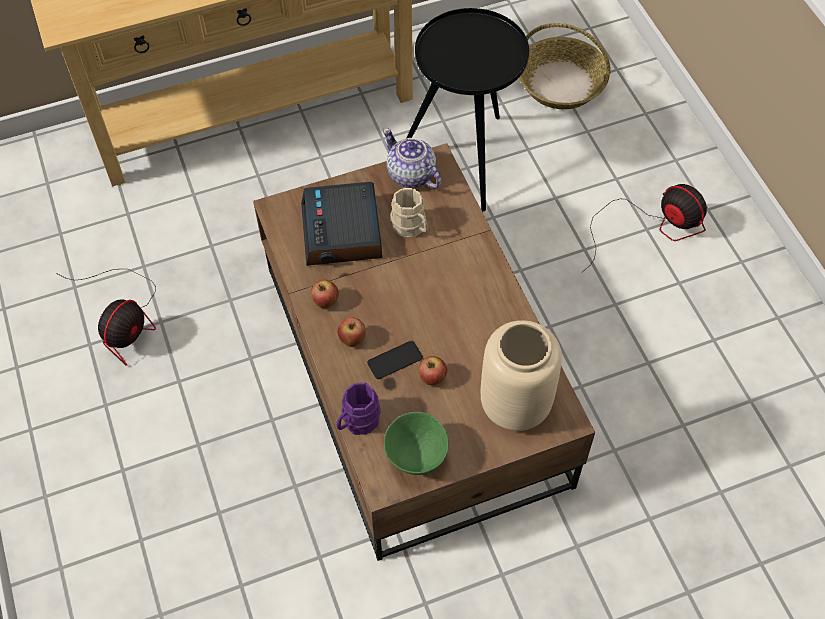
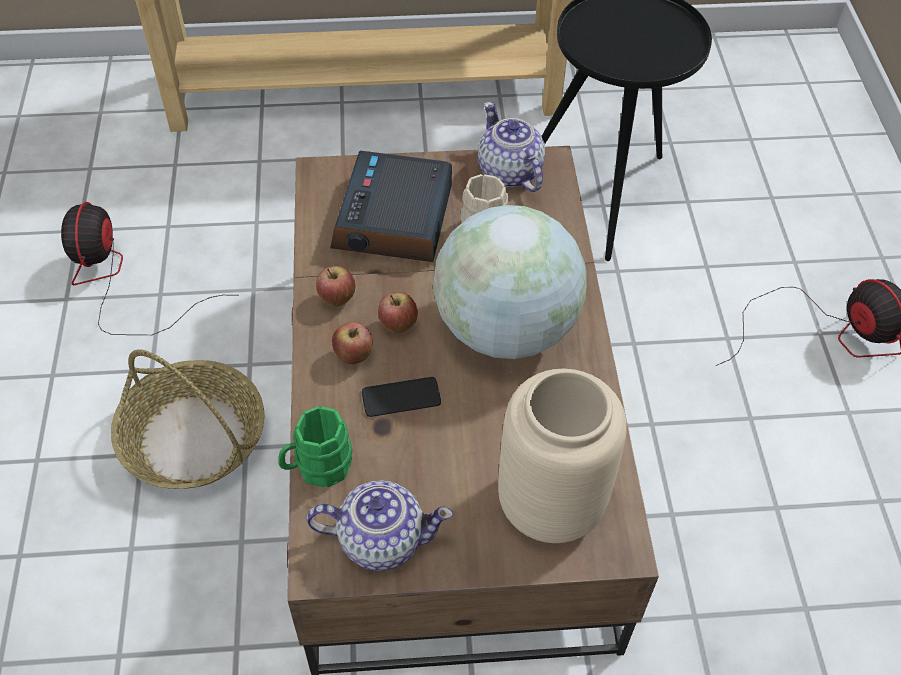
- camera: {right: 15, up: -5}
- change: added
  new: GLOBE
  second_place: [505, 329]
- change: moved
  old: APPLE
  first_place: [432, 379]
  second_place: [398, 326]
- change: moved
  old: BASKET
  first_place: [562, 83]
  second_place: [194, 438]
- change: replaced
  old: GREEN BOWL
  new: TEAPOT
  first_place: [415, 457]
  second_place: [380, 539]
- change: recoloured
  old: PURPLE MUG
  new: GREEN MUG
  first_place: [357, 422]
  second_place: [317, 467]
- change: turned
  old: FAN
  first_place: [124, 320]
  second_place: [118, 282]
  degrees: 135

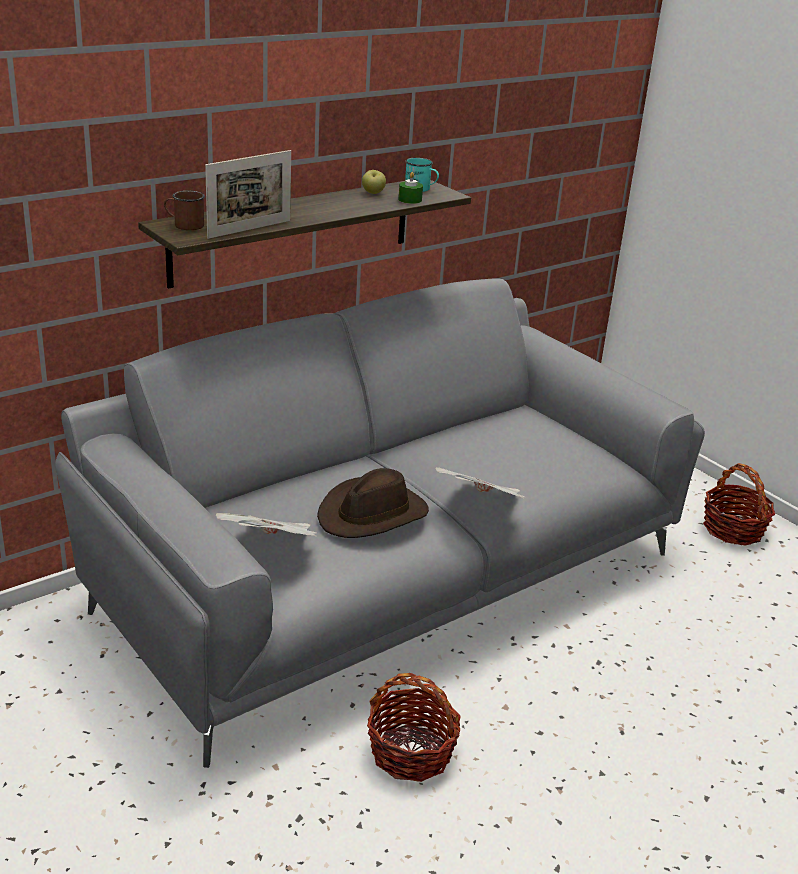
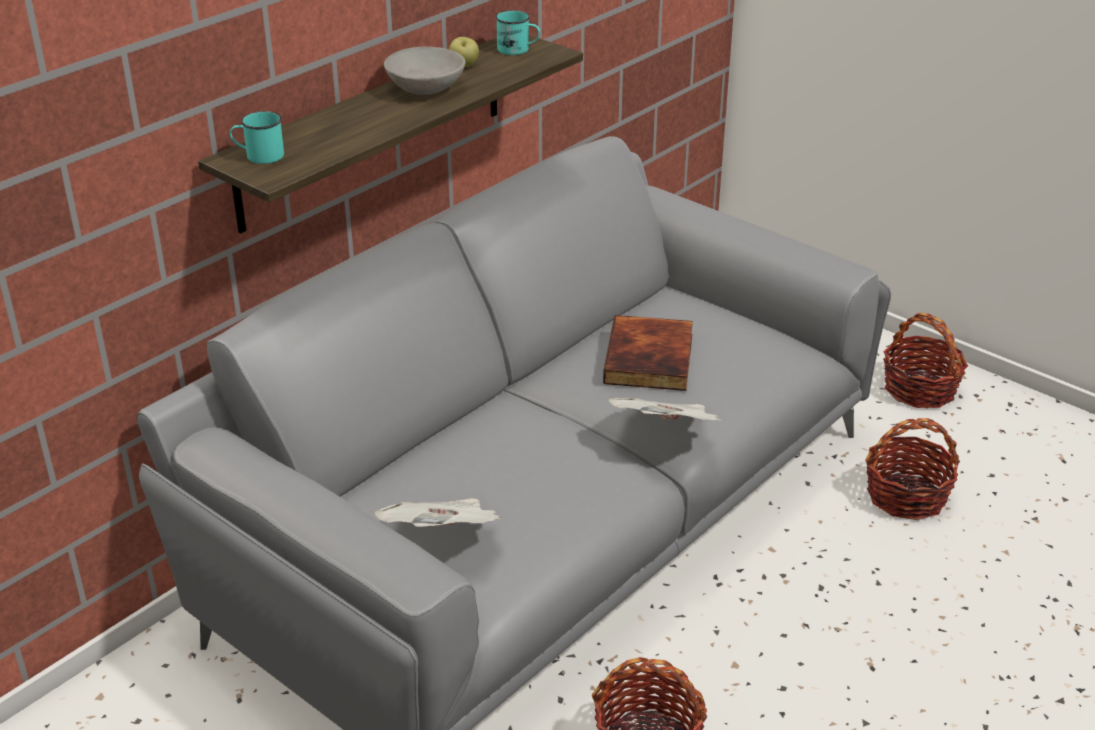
- camera: {right: -10, up: 5}
- change: removed
  old: PICTURE FRAME
  first_place: [249, 229]
- change: removed
  old: BROWN HAT
  first_place: [373, 514]
- change: removed
  old: GREEN CANDLE
  first_place: [410, 200]
- change: added
  new: GREY BOWL
  second_place: [425, 89]
- change: added
  new: BOOK
  second_place: [651, 359]
- change: added
  new: BASKET
  second_place: [906, 496]
- change: recoloured
  old: BROWN MUG
  new: TURQUOISE MUG
  first_place: [184, 225]
  second_place: [259, 156]

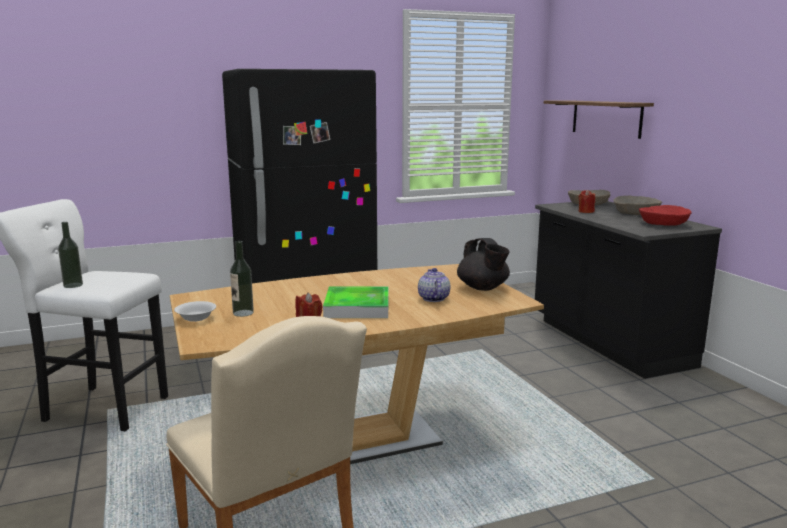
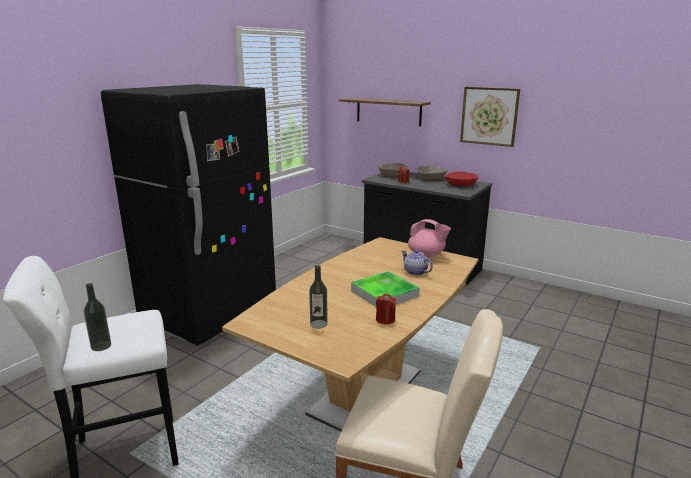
- camera: {right: -35, up: 5}
- change: removed
  old: WHITE BOWL
  first_place: [196, 318]
- change: added
  new: PICTURE
  second_place: [489, 116]
- change: recoloured
  old: BLACK TEAPOT
  new: PINK TEAPOT
  first_place: [483, 288]
  second_place: [427, 255]

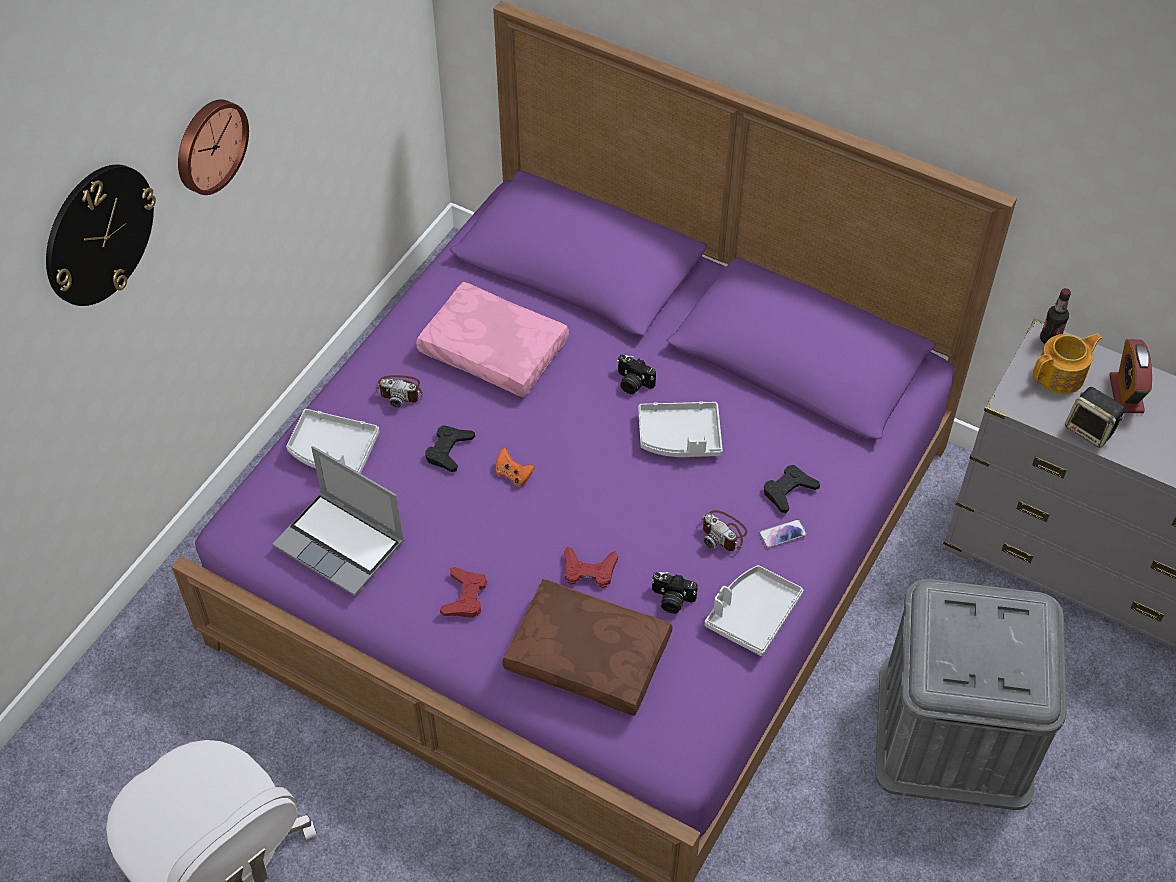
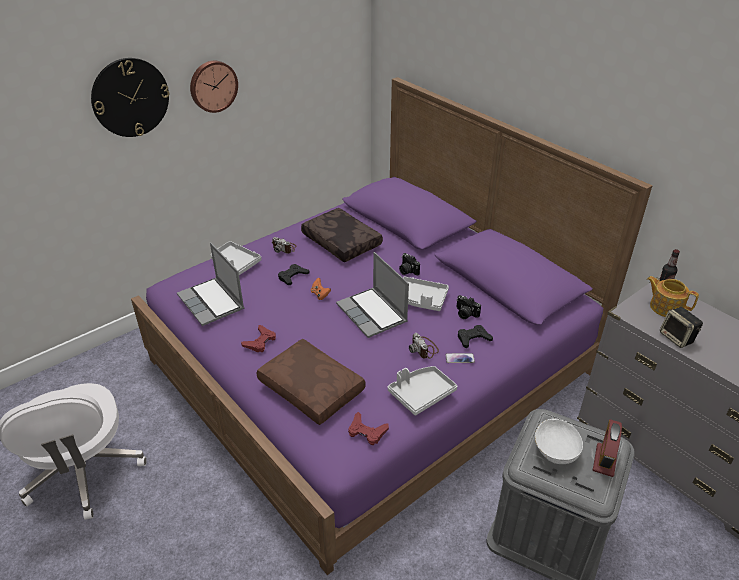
- camera: {right: 20, up: -15}
- change: added
  new: LAPTOP
  second_place: [373, 314]
- change: added
  new: WHITE BOWL
  second_place: [555, 451]
- change: moved
  old: RED GAME CONTROLLER
  first_place: [589, 570]
  second_place: [366, 432]
- change: moved
  old: PHOTO CAMERA
  first_place: [671, 600]
  second_place: [465, 314]
- change: moved
  old: ALARM CLOCK
  first_place: [1126, 394]
  second_place: [604, 460]
- change: recoloured
  old: PINK PILLOW
  new: BROWN PILLOW
  first_place: [491, 351]
  second_place: [340, 242]
- change: turned
  old: TEAPOT
  first_place: [1061, 375]
  second_place: [665, 307]
  degrees: -135

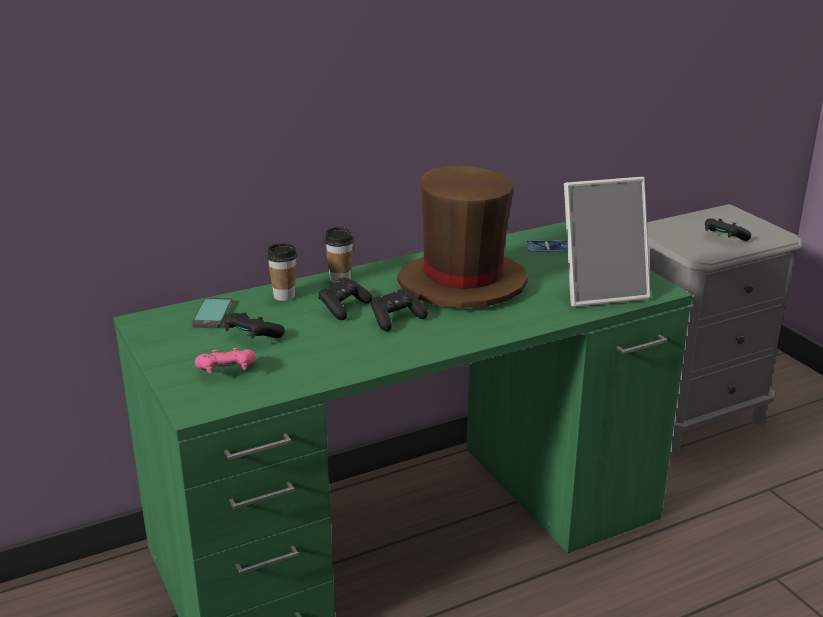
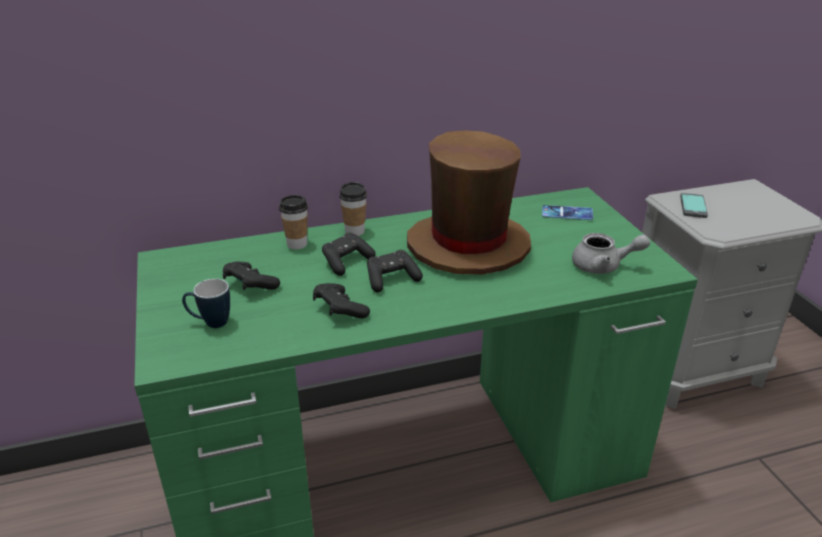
- camera: {right: 10, up: 5}
- change: moved
  old: PHONE
  first_place: [213, 314]
  second_place: [693, 206]
- change: moved
  old: BLACK GAME CONTROLLER
  first_place: [724, 238]
  second_place: [339, 310]
- change: replaced
  old: PINK GAME CONTROLLER
  new: MUG
  first_place: [227, 372]
  second_place: [210, 323]
- change: replaced
  old: PICTURE FRAME
  new: GREY TEAPOT
  first_place: [601, 291]
  second_place: [603, 266]

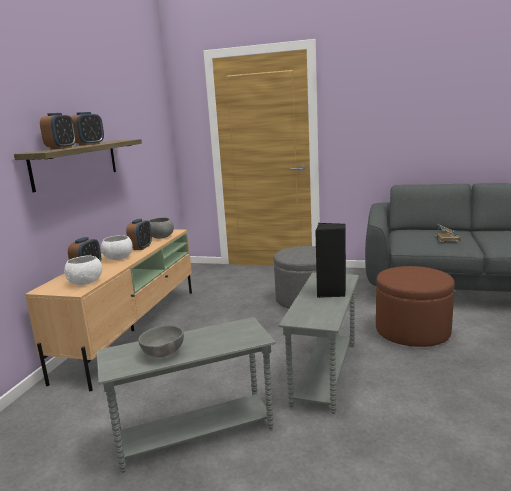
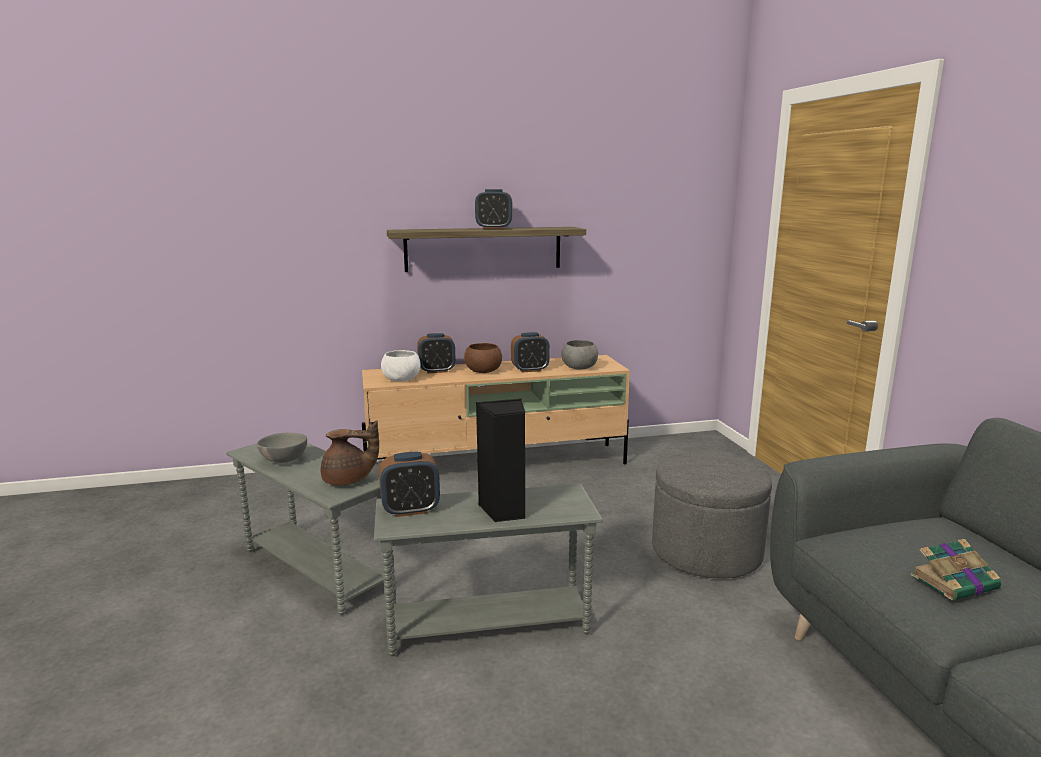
- camera: {right: 60, up: 0}
- change: removed
  old: BROWN OTTOMAN
  first_place: [412, 331]
- change: added
  new: BROWN TEAPOT
  second_place: [348, 480]
- change: moved
  old: ALARM CLOCK
  first_place: [61, 148]
  second_place: [410, 510]
- change: recoloured
  old: WHITE BOWL
  new: BROWN BOWL
  first_place: [118, 258]
  second_place: [483, 371]

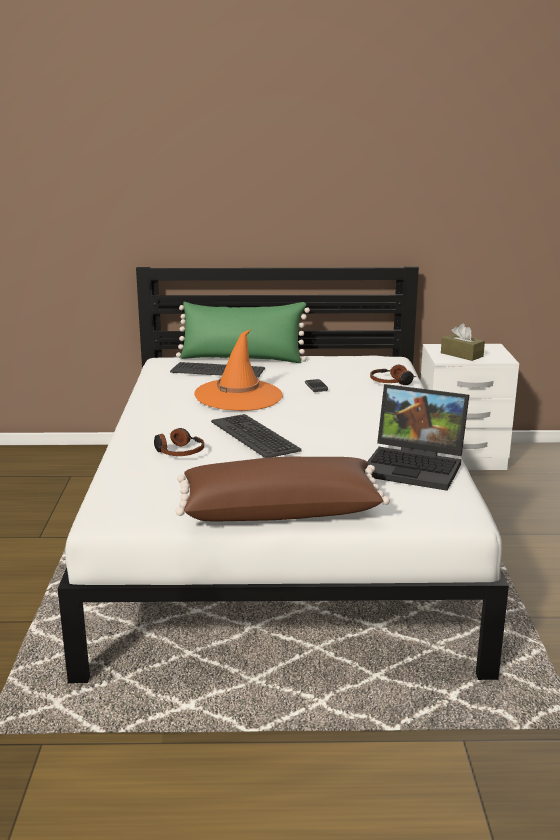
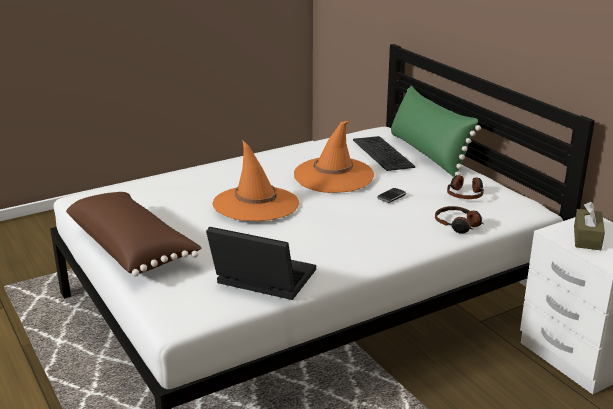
- camera: {right: 60, up: 5}
- change: moved
  old: HEADPHONES
  first_place: [178, 452]
  second_place: [465, 194]
- change: replaced
  old: KEYBOARD
  new: ORANGE HAT
  first_place: [255, 436]
  second_place: [256, 204]
- change: turned
  old: LAPTOP
  first_place: [416, 466]
  second_place: [260, 280]
  degrees: 120

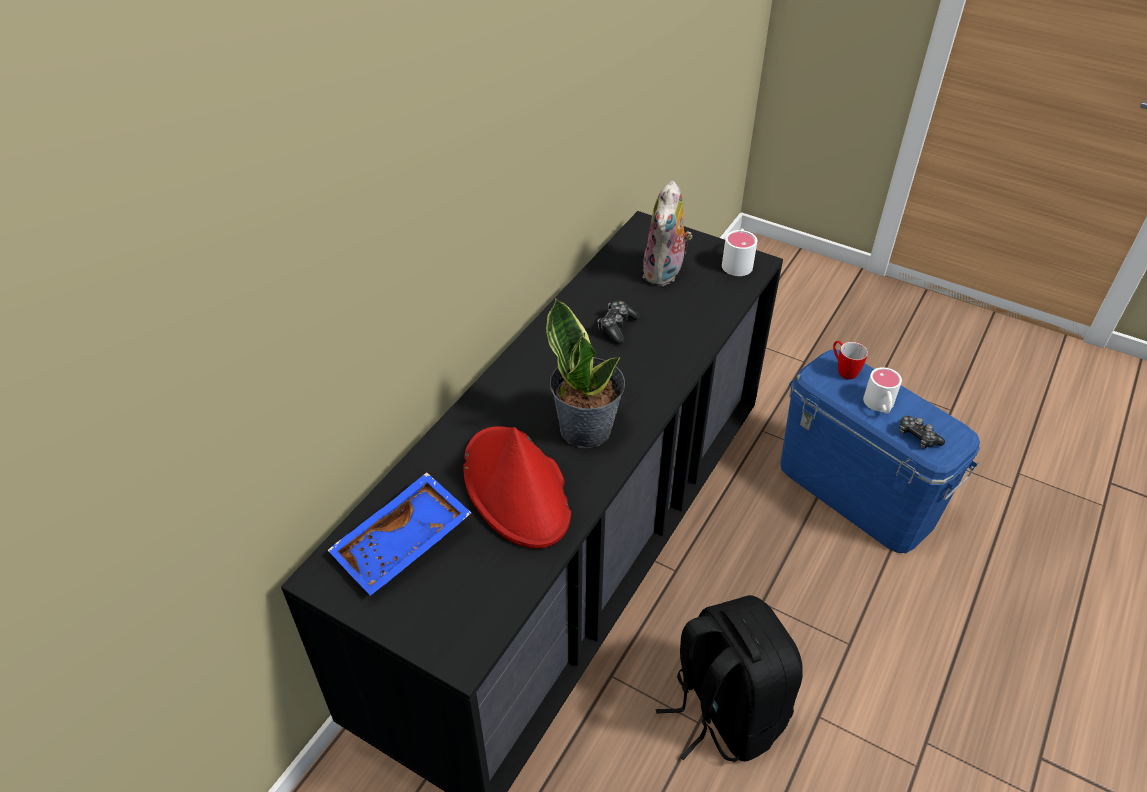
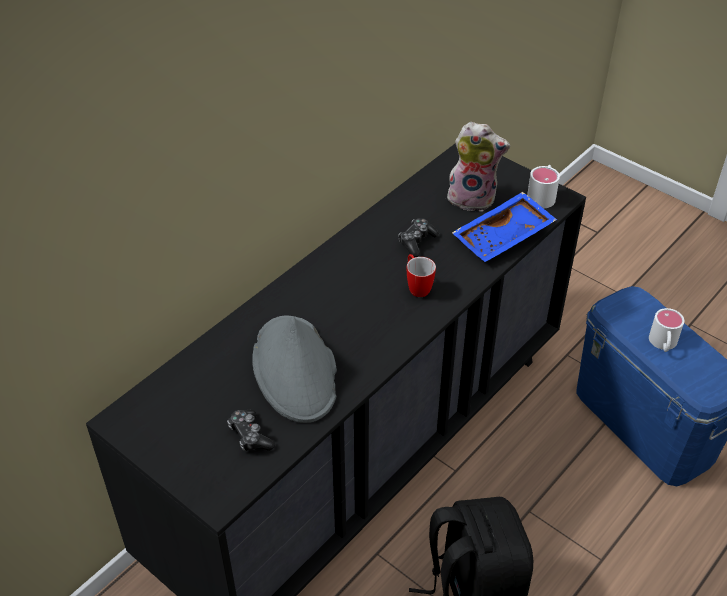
- camera: {right: 10, up: 0}
- change: removed
  old: POTTED PLANT
  first_place: [586, 428]
- change: moved
  old: BLUE TRAY
  first_place: [404, 544]
  second_place: [504, 237]
- change: moved
  old: MUG
  first_place: [843, 370]
  second_place: [417, 287]
- change: moved
  old: GAME CONTROLLER
  first_place: [917, 437]
  second_place: [250, 436]
- change: recoloured
  old: RED HAT
  new: GREY HAT
  first_place: [517, 488]
  second_place: [295, 370]
- change: turned
  old: PLUSH TOY
  first_place: [665, 273]
  second_place: [473, 198]
  degrees: -105

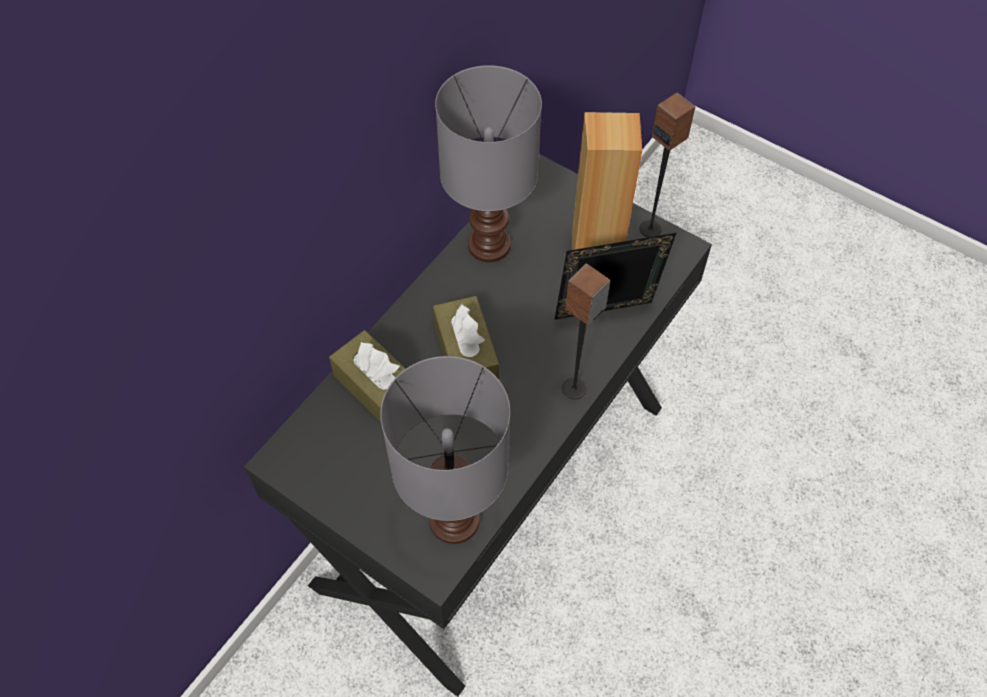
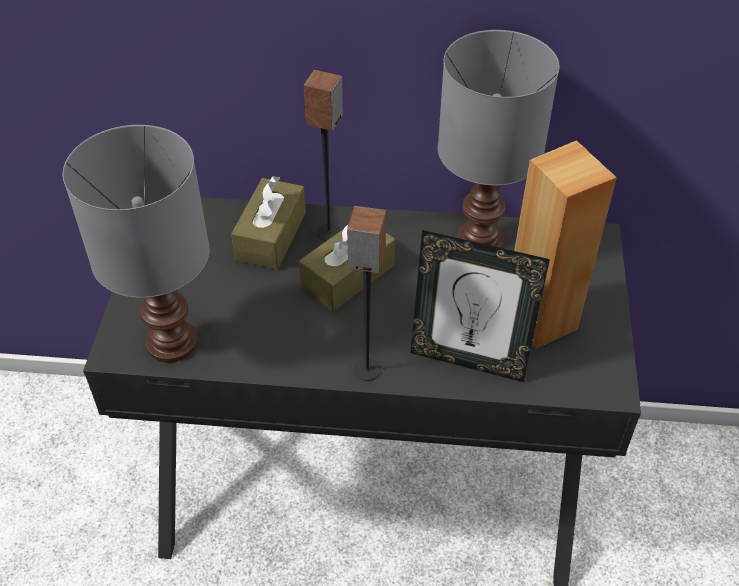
- camera: {right: 60, up: -10}
- change: moved
  old: SPEAKER
  first_place: [650, 228]
  second_place: [329, 233]
- change: turned
  old: PICTURE FRAME
  first_place: [605, 317]
  second_place: [468, 360]
  degrees: 150

